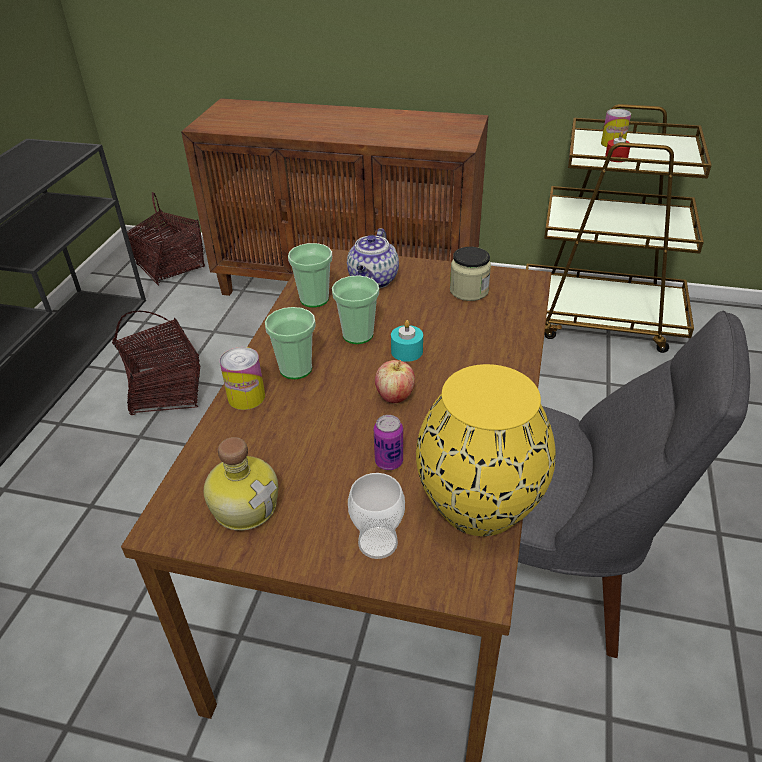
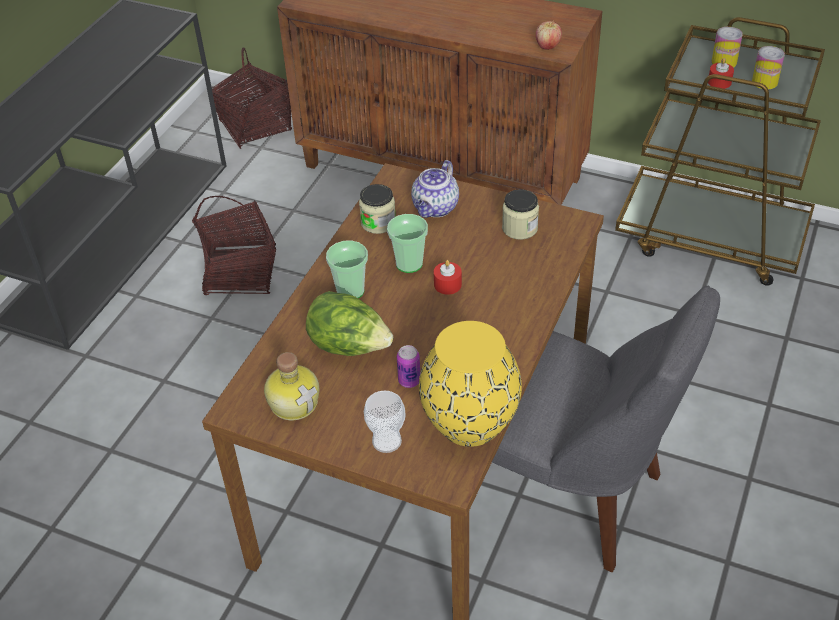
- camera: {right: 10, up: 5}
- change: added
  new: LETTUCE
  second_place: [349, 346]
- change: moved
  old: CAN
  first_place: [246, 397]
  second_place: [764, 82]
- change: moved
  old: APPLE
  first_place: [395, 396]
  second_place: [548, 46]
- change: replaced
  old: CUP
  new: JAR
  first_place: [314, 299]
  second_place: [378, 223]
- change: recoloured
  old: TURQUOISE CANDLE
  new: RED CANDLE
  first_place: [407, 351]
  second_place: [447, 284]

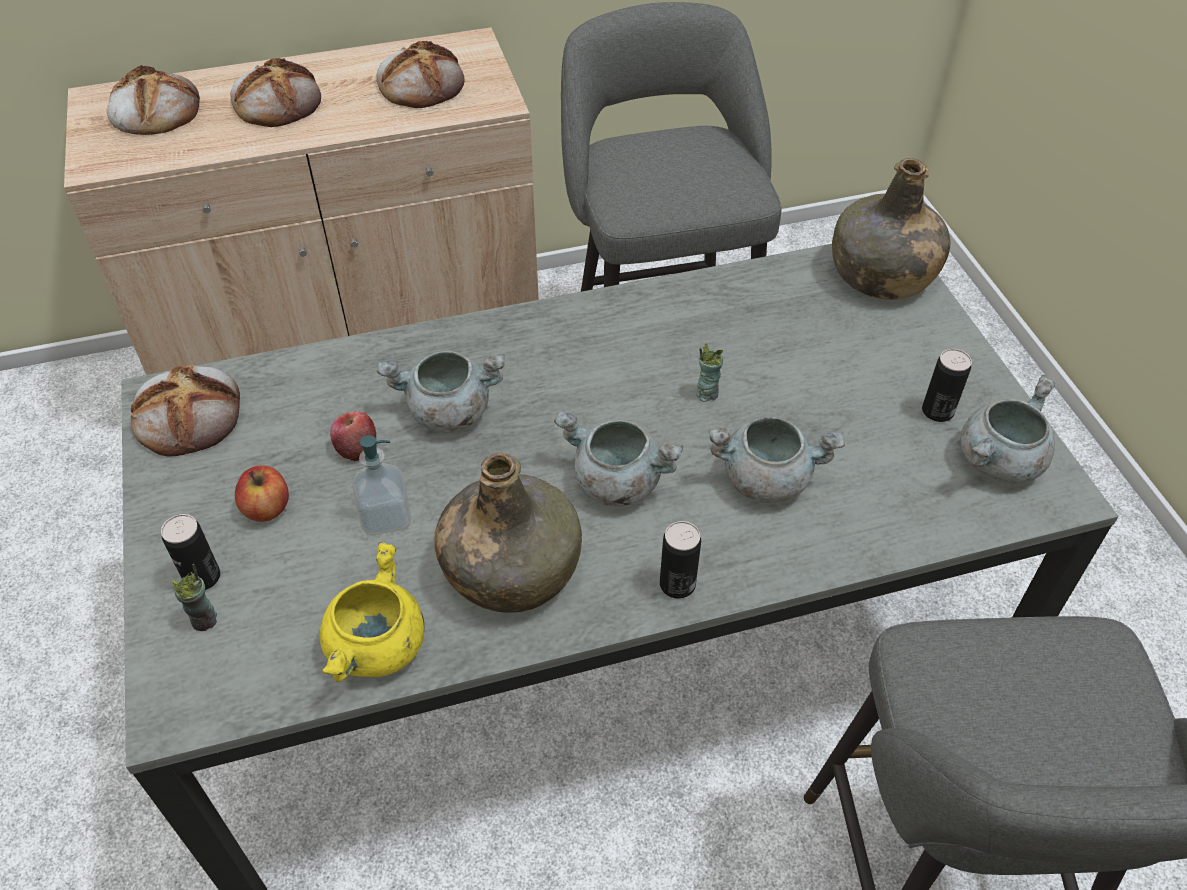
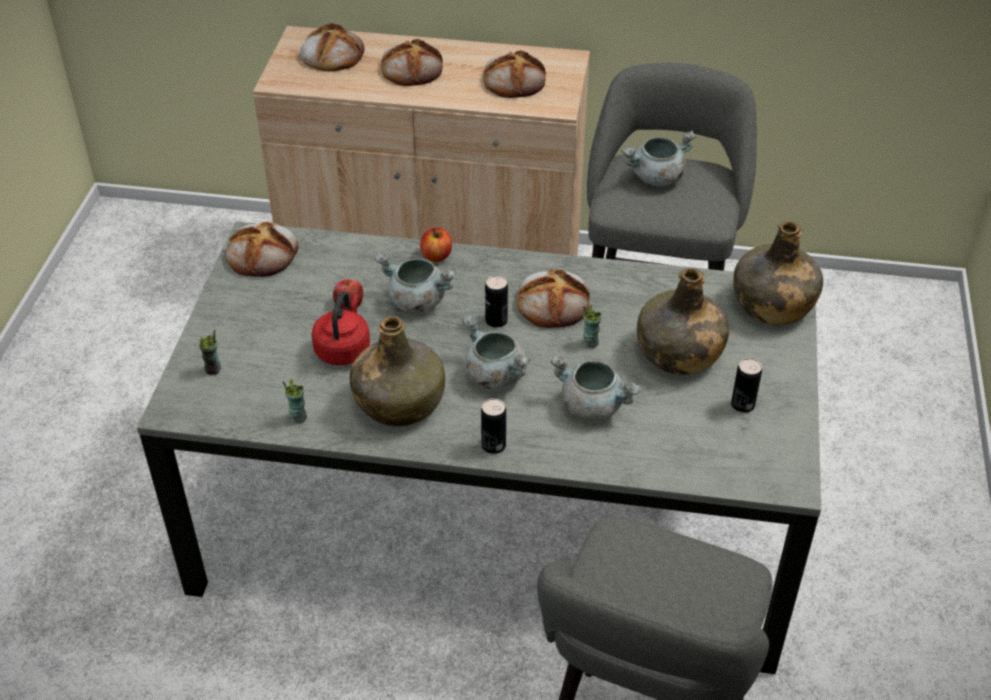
- camera: {right: 25, up: -5}
- change: added
  new: BREAD
  second_place: [554, 303]
- change: added
  new: GREEN BOTTLE
  second_place: [678, 353]
- change: moved
  old: CAN
  first_place: [202, 577]
  second_place: [496, 320]
- change: moved
  old: APPLE
  first_place: [267, 508]
  second_place: [436, 256]
- change: moved
  old: GREY COOKING POT
  first_place: [999, 463]
  second_place: [656, 178]
- change: replaced
  old: YELLOW COOKING POT
  new: CUP
  first_place: [377, 648]
  second_place: [298, 417]
- change: replaced
  old: SOAP DISPENSER
  new: RED KETTLE
  first_place: [386, 517]
  second_place: [343, 349]

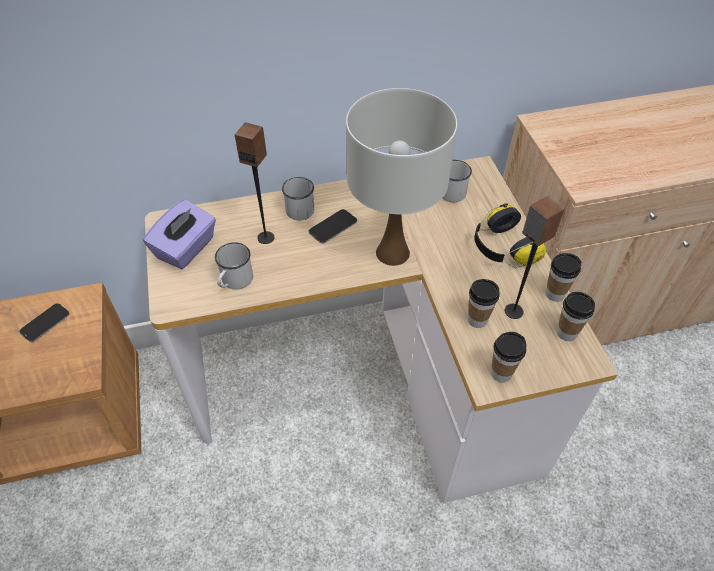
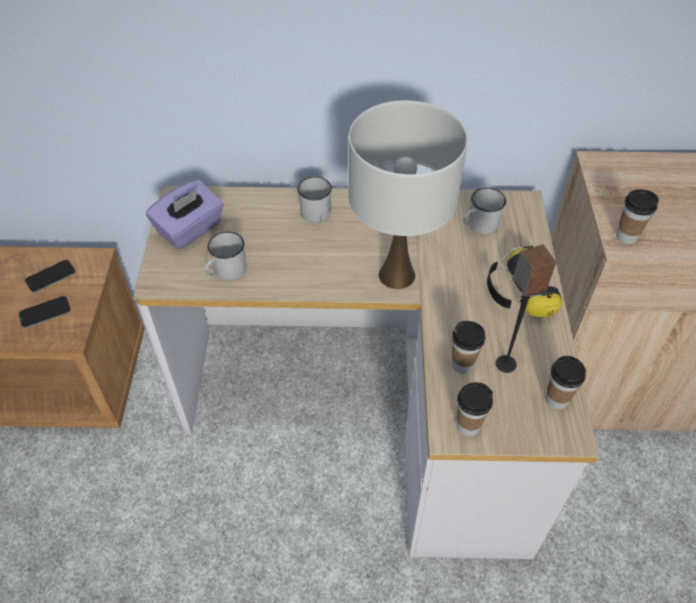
- camera: {right: 15, up: 0}
- change: removed
  old: SPEAKER
  first_place: [266, 237]
- change: moved
  old: PHONE
  first_place: [333, 227]
  second_place: [45, 313]
- change: moved
  old: CUP
  first_place: [554, 294]
  second_place: [626, 236]

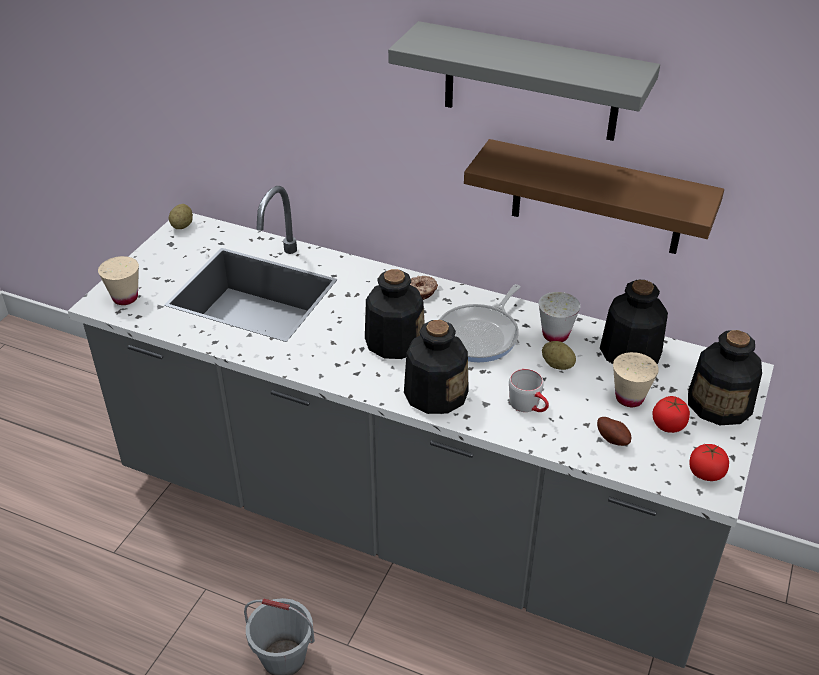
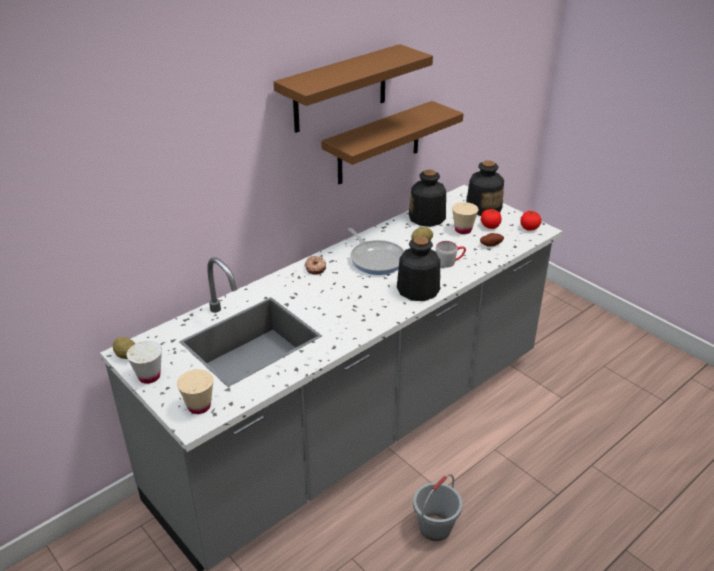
- camera: {right: -65, up: -5}
- change: removed
  old: BOTTLE
  first_place: [394, 341]
- change: moved
  old: WHITE CUP
  first_place: [555, 335]
  second_place: [149, 376]
- change: recoloured
  old: GREY SHELF
  new: BROWN SHELF
  first_place: [531, 82]
  second_place: [340, 89]

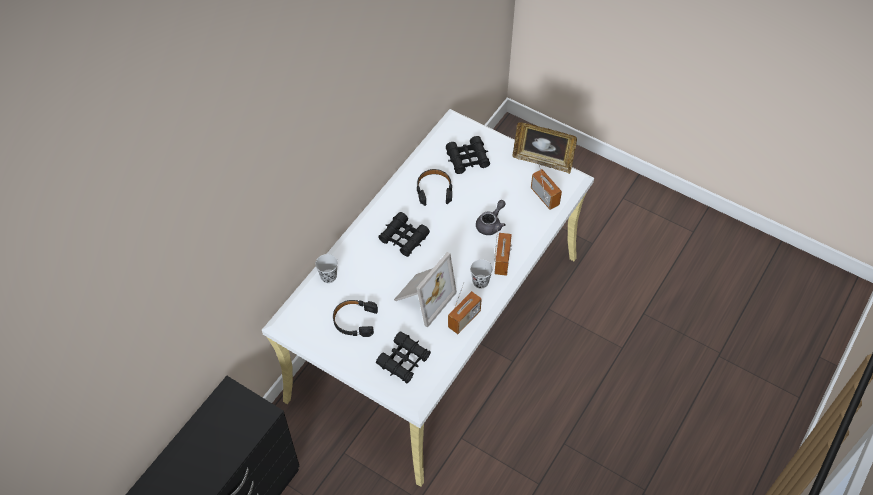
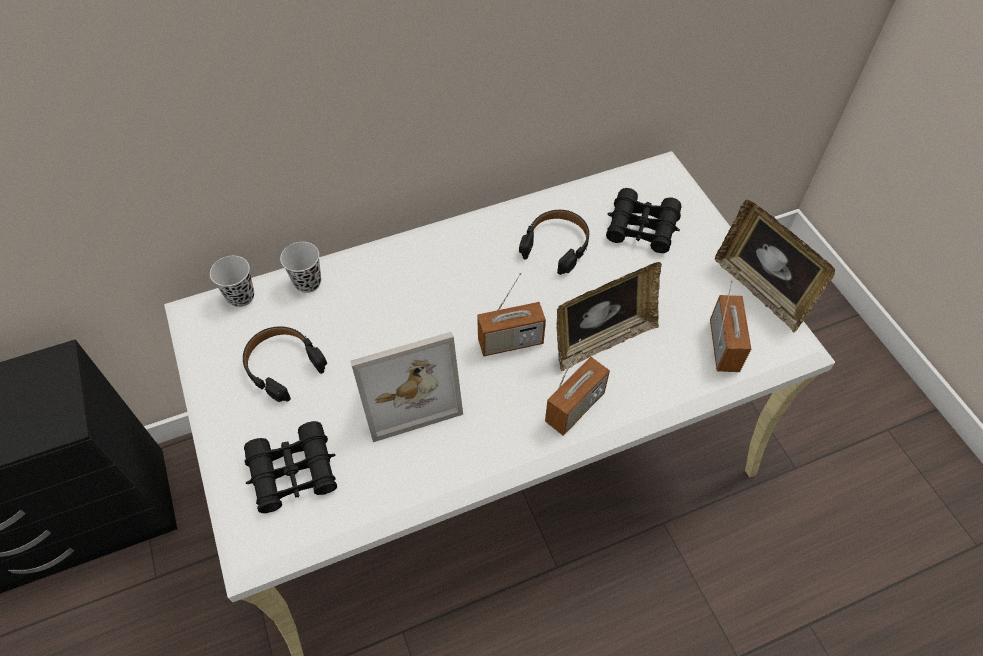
- camera: {right: 35, up: 0}
- change: removed
  old: BLACK BINOCULARS
  first_place: [403, 238]
- change: moved
  old: RADIO
  first_place: [464, 319]
  second_place: [510, 342]
- change: moved
  old: BLACK CUP
  first_place: [480, 282]
  second_place: [241, 296]
- change: replaced
  old: GREY TEAPOT
  new: PICTURE FRAME
  first_place: [491, 224]
  second_place: [602, 340]

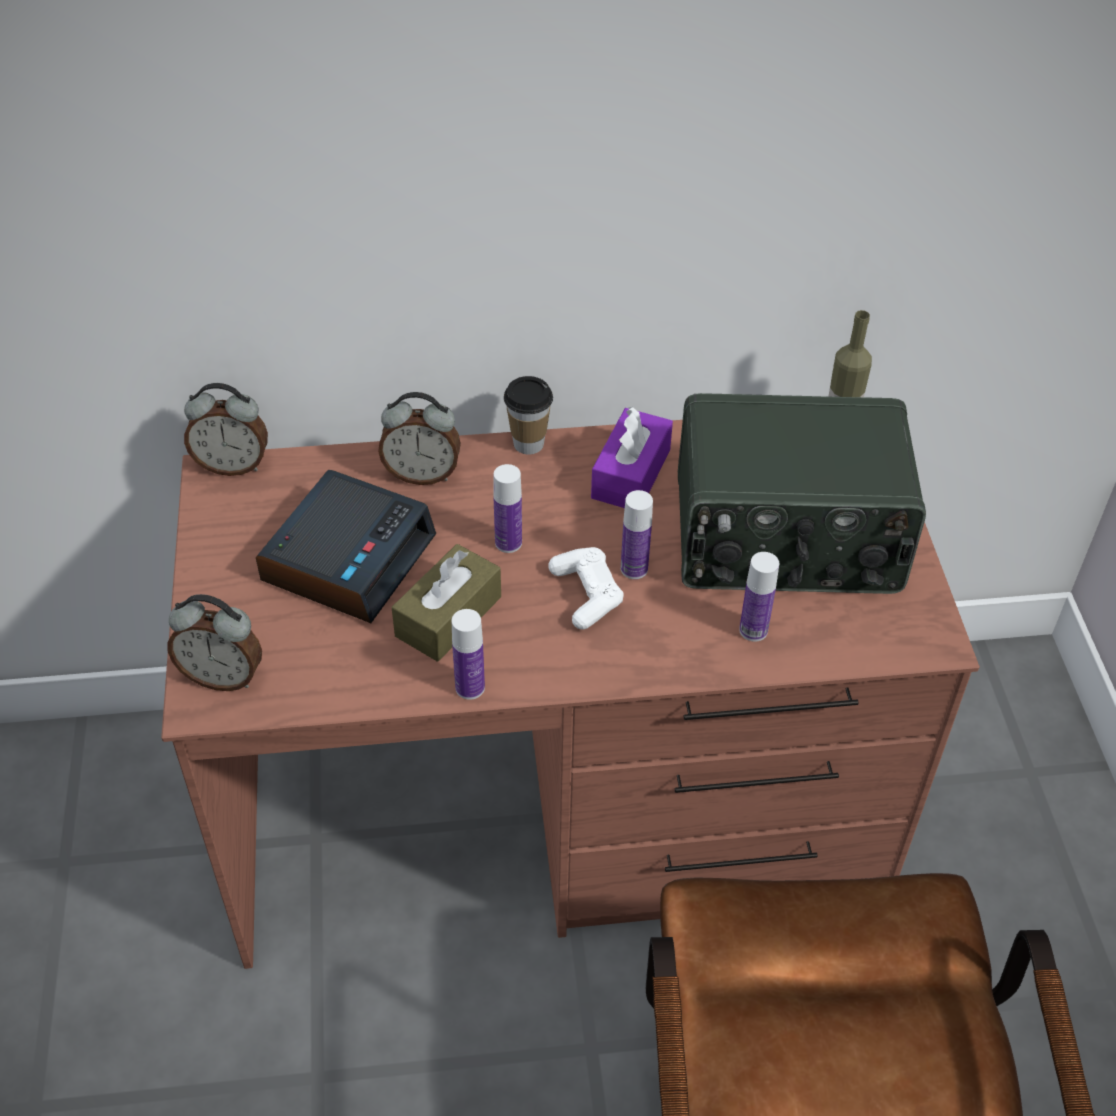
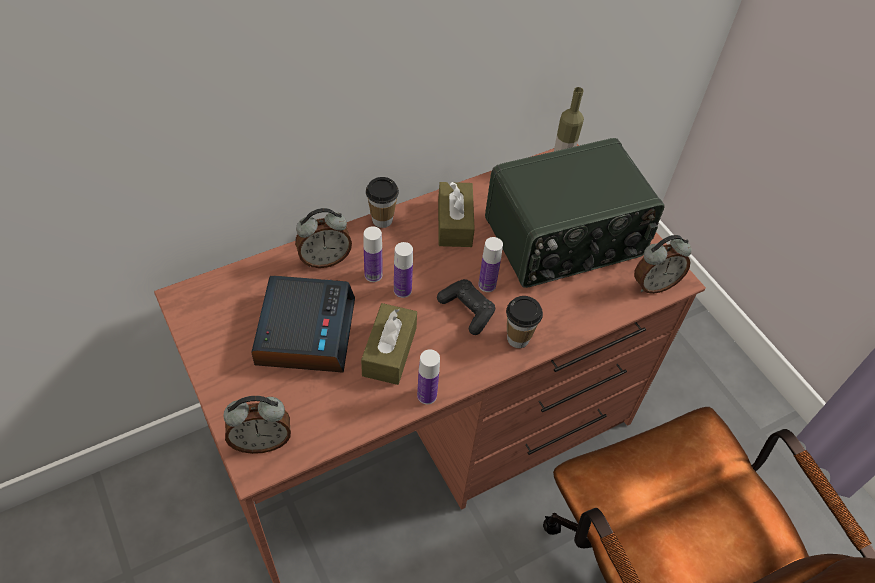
- camera: {right: -25, up: 5}
- change: added
  new: CUP
  second_place: [518, 339]
- change: moved
  old: ALARM CLOCK
  first_place: [233, 465]
  second_place: [654, 284]
- change: moved
  old: BOTTLE
  first_place: [753, 630]
  second_place: [373, 275]
- change: recoloured
  old: WHITE GAME CONTROLLER
  new: BLACK GAME CONTROLLER
  first_place: [586, 594]
  second_place: [467, 310]
- change: recoloured
  old: PURPLE TISSUE BOX
  new: BROWN TISSUE BOX
  first_place: [631, 474]
  second_place: [454, 223]

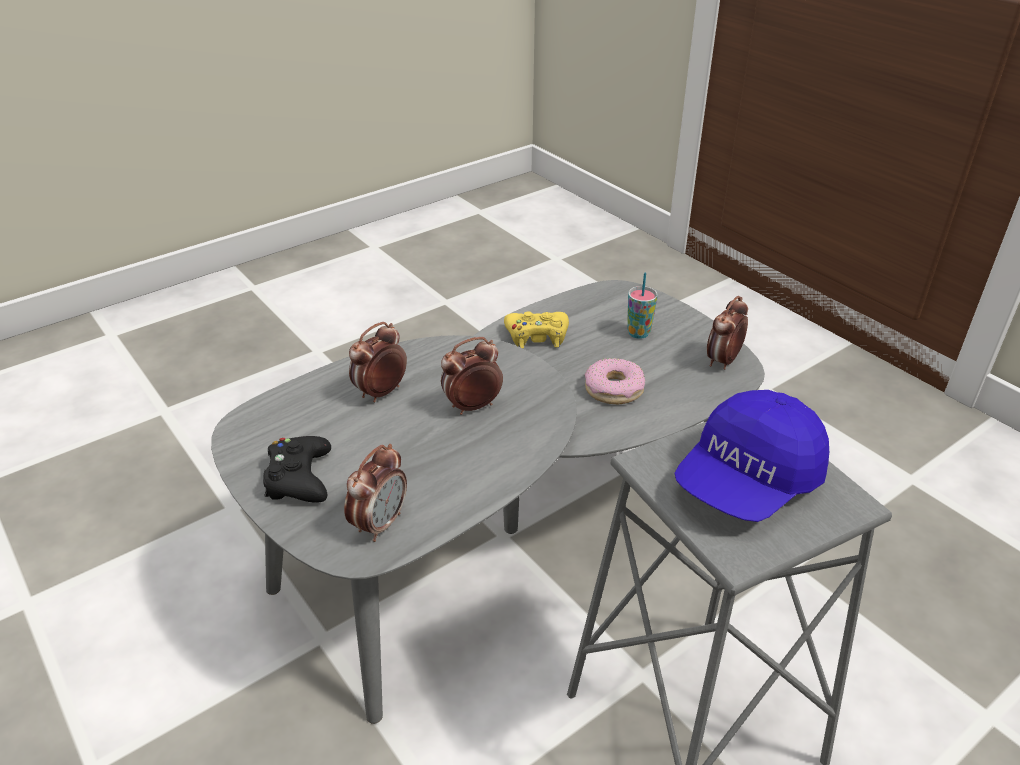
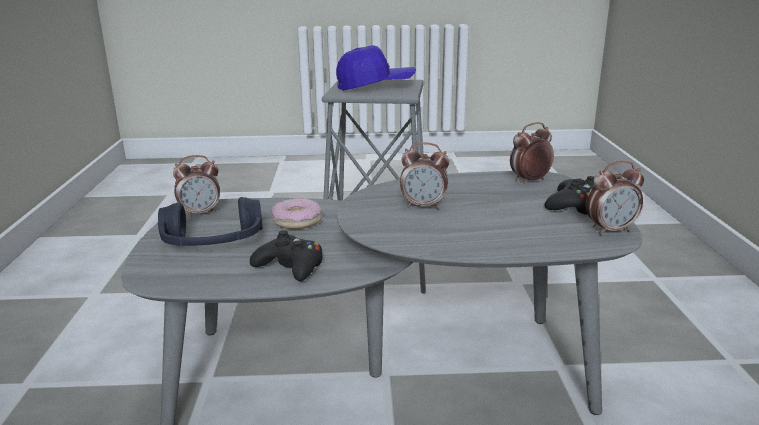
- camera: {right: -145, up: -15}
- change: moved
  old: ALARM CLOCK
  first_place: [381, 393]
  second_place: [610, 230]
- change: replaced
  old: CUP
  new: BLUE HEADPHONES
  first_place: [638, 333]
  second_place: [213, 243]
- change: recoloured
  old: YELLOW GAME CONTROLLER
  new: BLACK GAME CONTROLLER
  first_place: [537, 336]
  second_place: [290, 267]

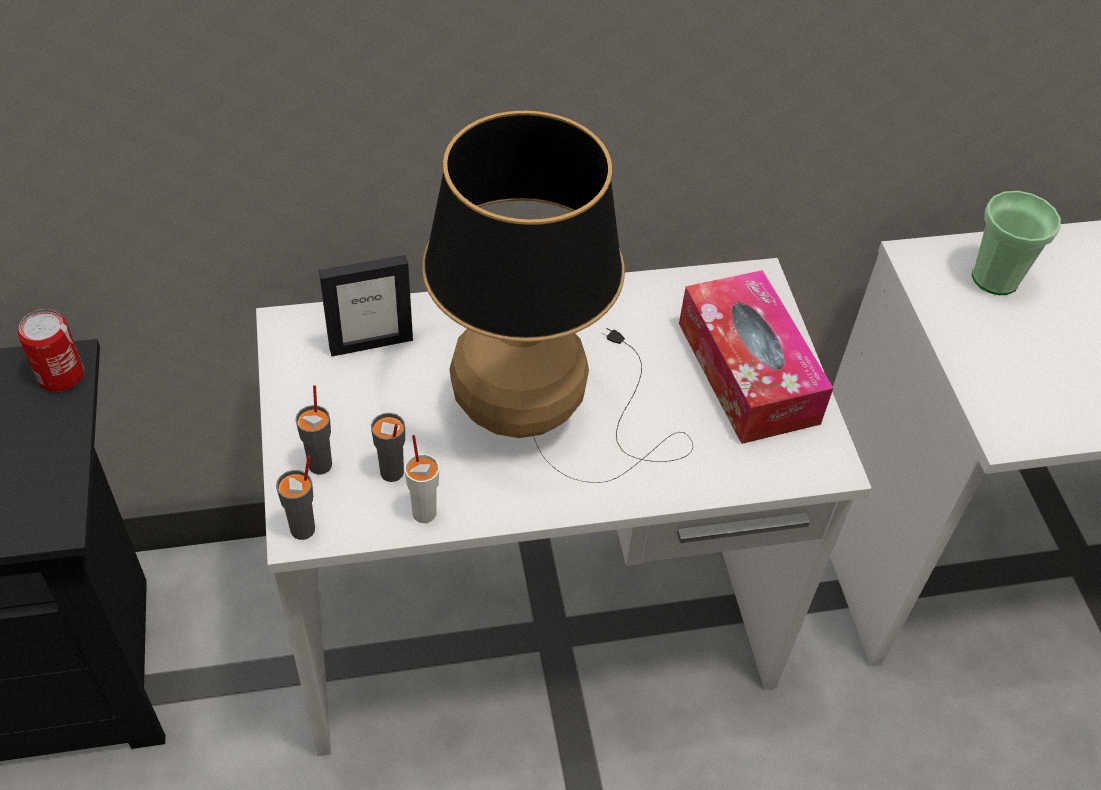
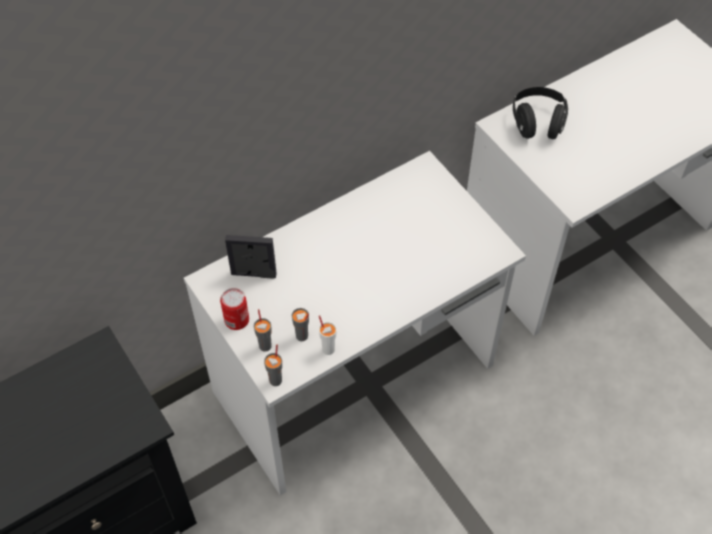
- camera: {right: -20, up: 5}
- change: removed
  old: TABLE LAMP
  first_place: [541, 414]
- change: removed
  old: TISSUE BOX
  first_place: [747, 372]
- change: moved
  old: CAN
  first_place: [61, 375]
  second_place: [236, 320]
- change: replaced
  old: CUP
  new: BLACK HEADPHONES
  first_place: [995, 278]
  second_place: [537, 123]
- change: turned
  old: PICTURE FRAME
  first_place: [371, 343]
  second_place: [253, 274]
  degrees: -135

